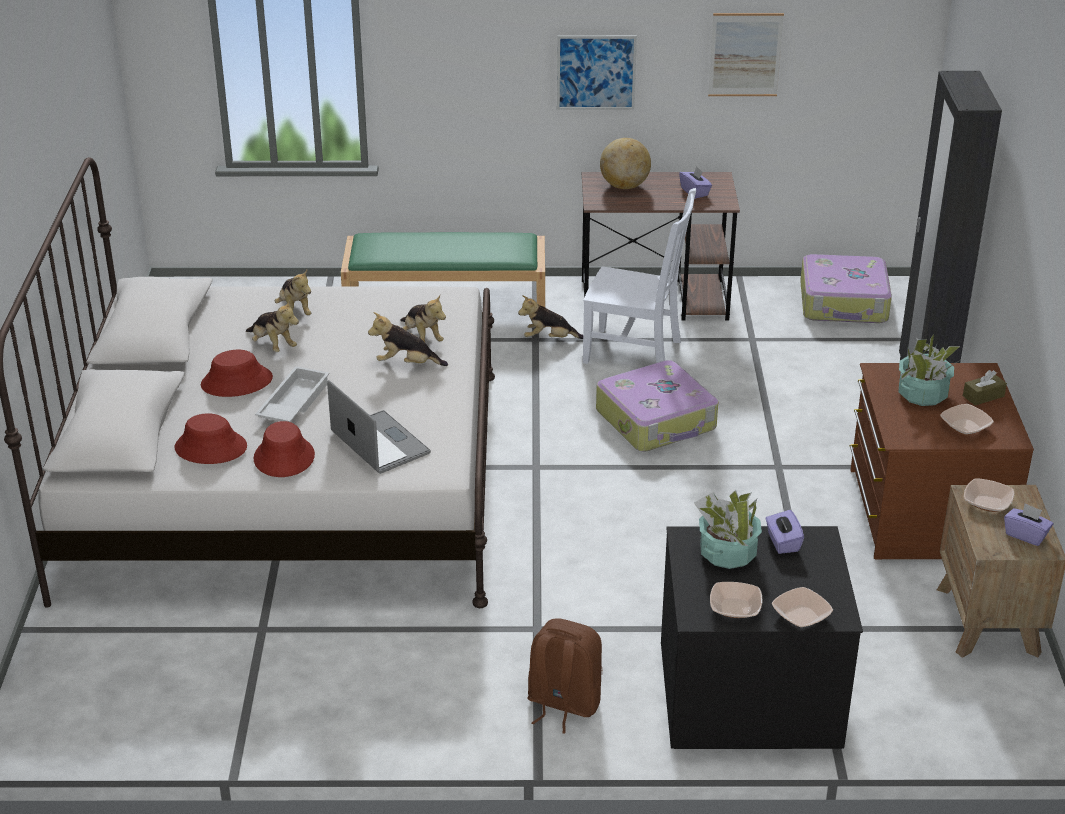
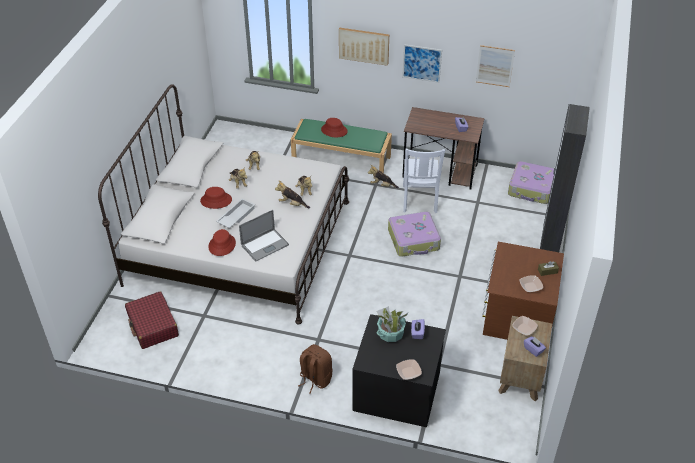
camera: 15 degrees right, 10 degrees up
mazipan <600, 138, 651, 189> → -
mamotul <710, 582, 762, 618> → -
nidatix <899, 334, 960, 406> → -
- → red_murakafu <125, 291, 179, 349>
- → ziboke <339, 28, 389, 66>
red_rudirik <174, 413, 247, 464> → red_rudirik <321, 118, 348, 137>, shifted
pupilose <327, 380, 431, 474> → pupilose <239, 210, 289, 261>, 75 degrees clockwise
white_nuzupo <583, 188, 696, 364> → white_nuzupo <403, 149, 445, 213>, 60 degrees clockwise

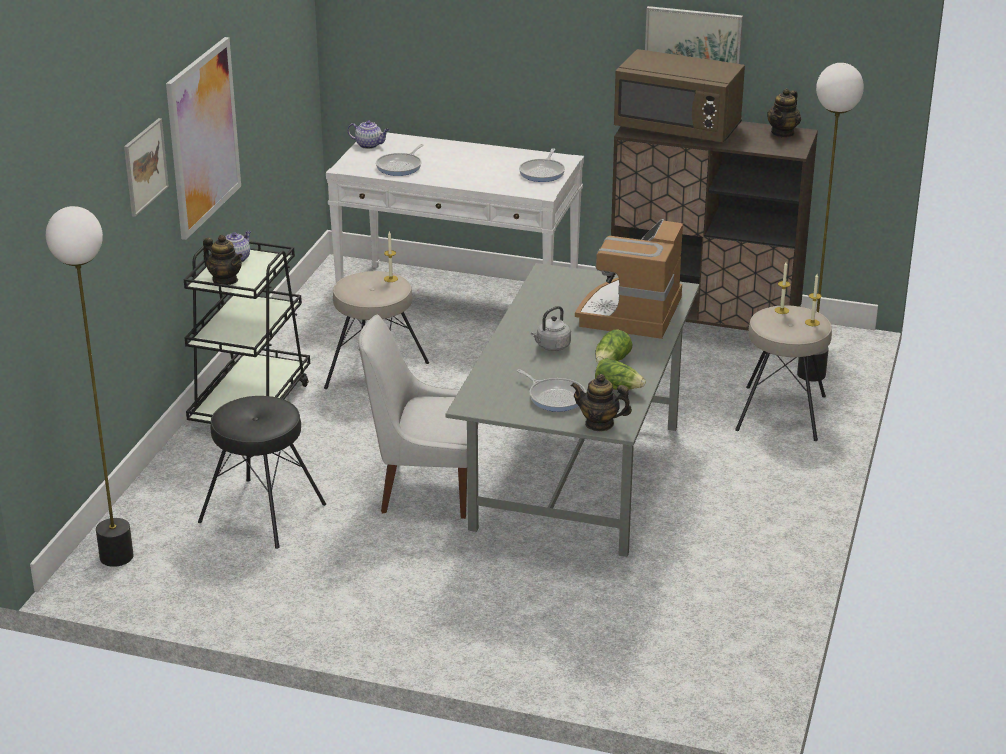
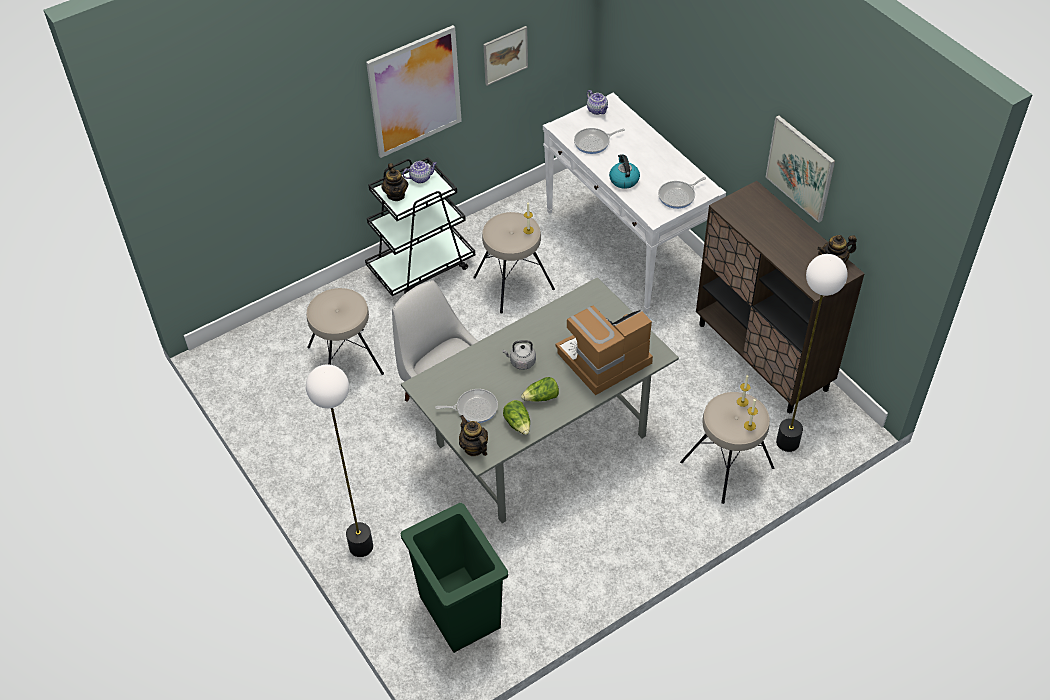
camera: 40 degrees right, 20 degrees up
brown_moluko <614, 49, 745, 142> → -
- → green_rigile <401, 503, 508, 653>
- → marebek <609, 154, 640, 189>
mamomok <46, 206, 134, 567> → mamomok <306, 364, 373, 557>, shifted
ziboke <124, 118, 169, 217> → ziboke <483, 26, 528, 86>, shifted
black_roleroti <198, 396, 326, 549> → beige_roleroti <306, 288, 384, 375>
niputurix <517, 369, 586, 412> → niputurix <435, 389, 498, 423>, 90 degrees counterclockwise

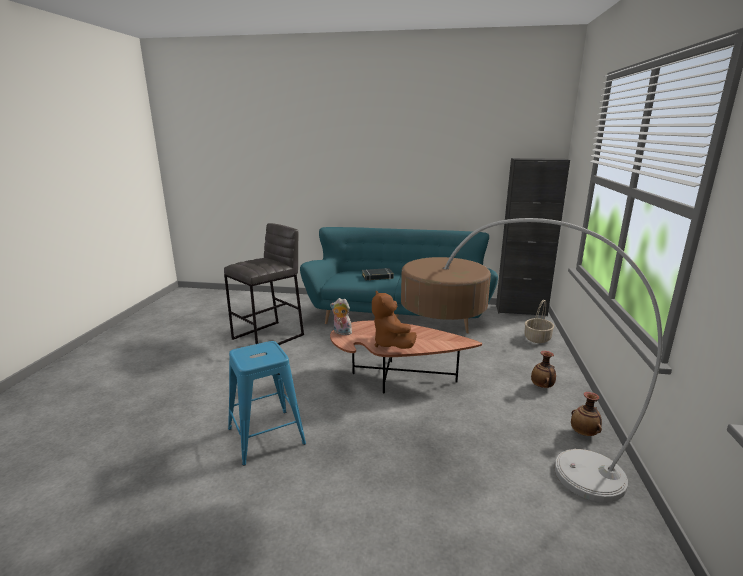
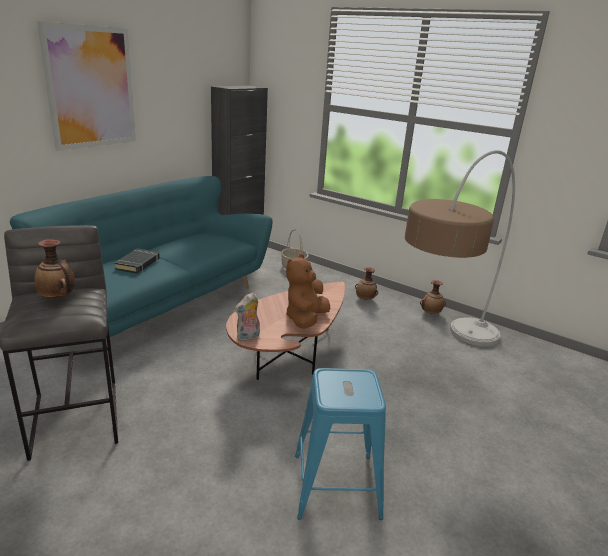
camera: 65 degrees left, 5 degrees up
- → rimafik <34, 239, 75, 299>
- → ziboke <37, 21, 136, 151>
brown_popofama <372, 290, 417, 349> → brown_popofama <286, 254, 330, 329>, 105 degrees clockwise

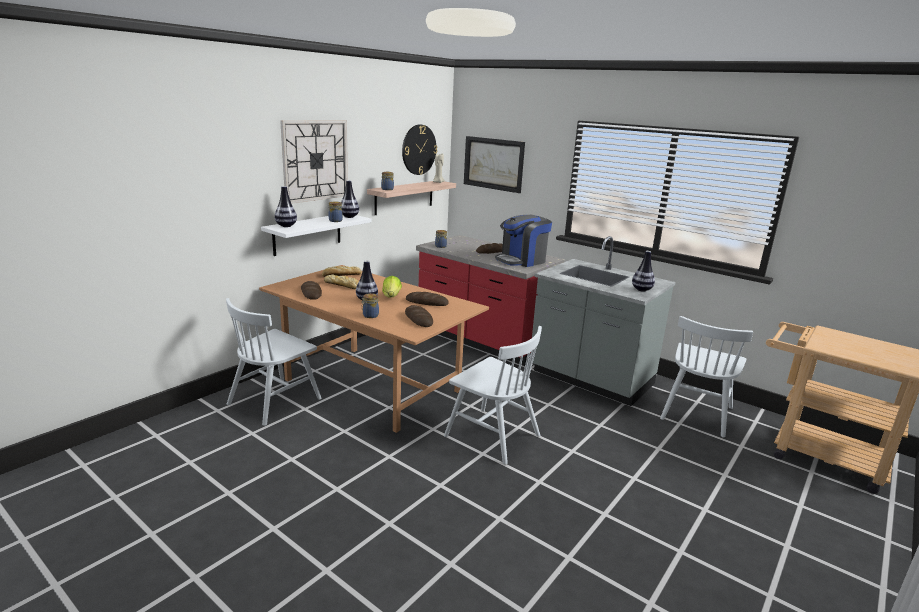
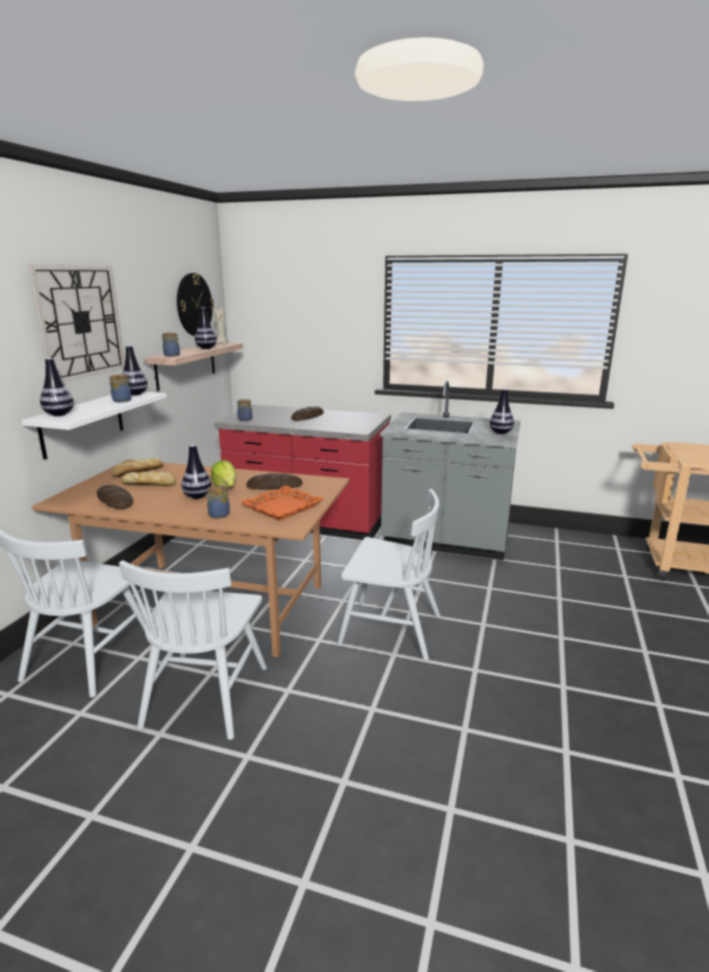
camera: 20 degrees left, 0 degrees up
ziboke <464, 136, 525, 193> → -
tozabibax <495, 215, 552, 267> → -
- → rimafik <195, 307, 217, 349>
white_nuzupo <660, 316, 753, 438> → white_nuzupo <119, 560, 267, 740>, shifted
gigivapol <405, 305, 433, 327> → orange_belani <241, 486, 324, 520>

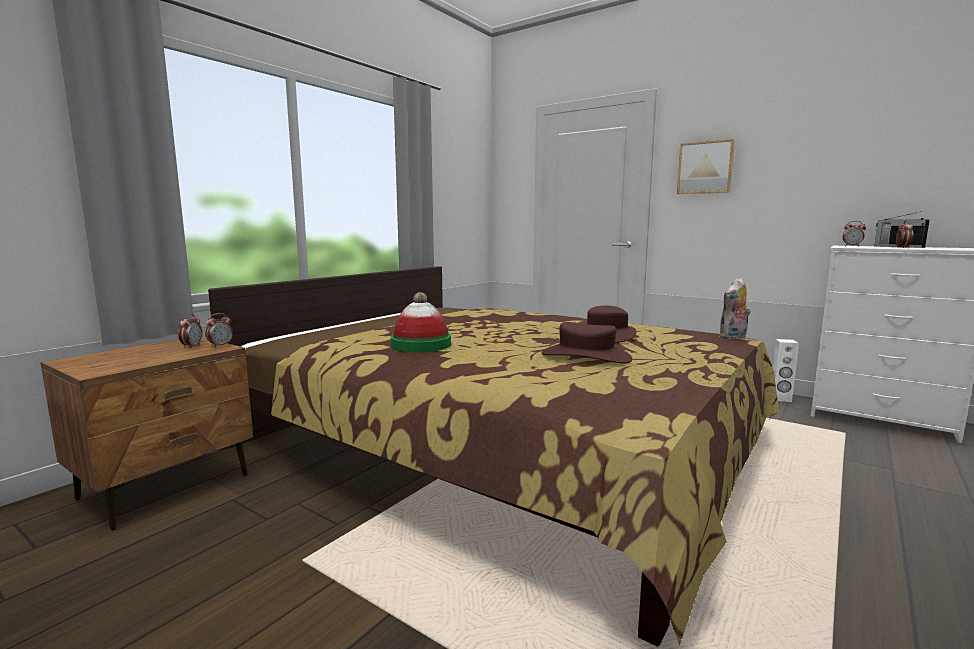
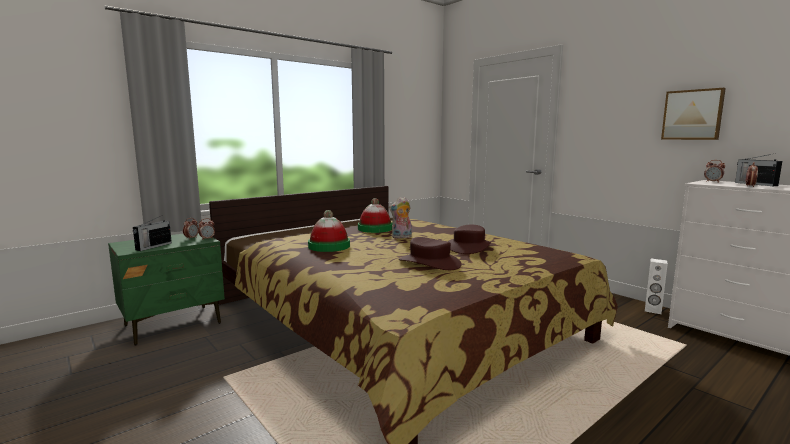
camera: 15 degrees right, 0 degrees up
- → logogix <133, 216, 172, 251>
- → rudirik <358, 198, 392, 233>
ziboke <677, 139, 735, 194> → ziboke <661, 88, 726, 140>, shifted
popofama <718, 278, 751, 340> → popofama <389, 197, 412, 239>, shifted
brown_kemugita <40, 337, 253, 530> → green_kemugita <108, 233, 225, 346>

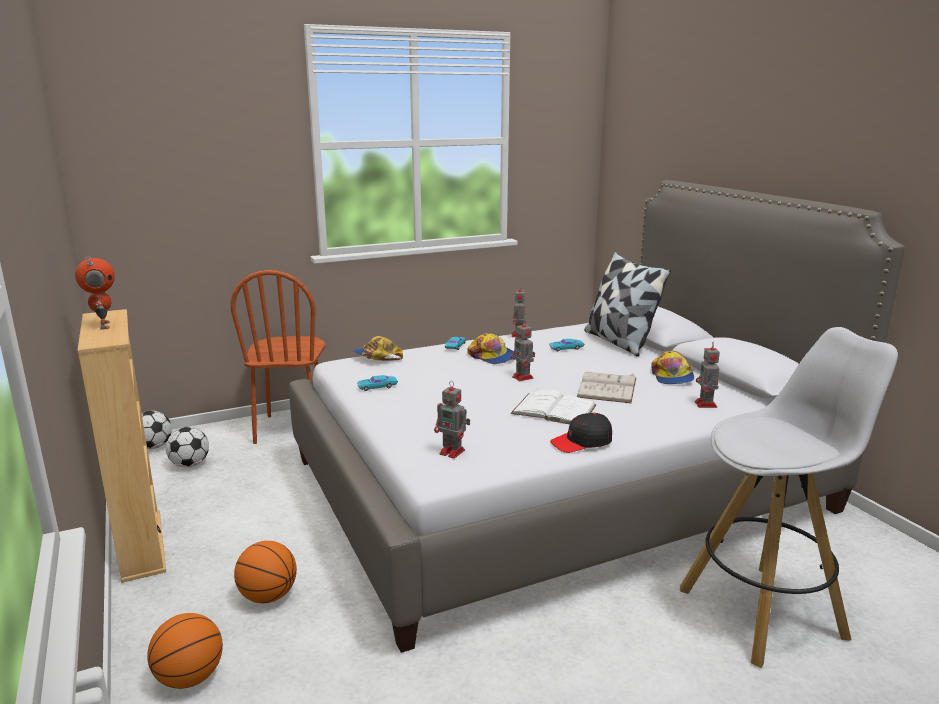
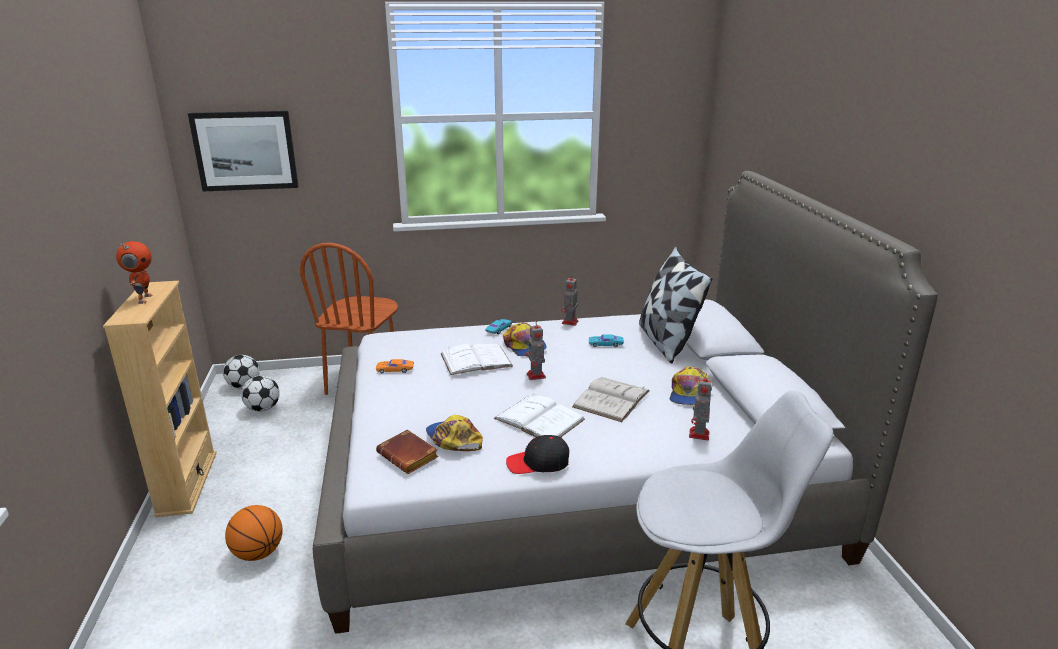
camera: 15 degrees right, 5 degrees up
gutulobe <147, 613, 223, 689> → -
- → ziboke <188, 111, 299, 191>
- → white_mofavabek <441, 344, 513, 375>
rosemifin <353, 336, 403, 361> → rosemifin <426, 415, 483, 451>, shifted
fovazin <434, 381, 470, 458> → brown_mofavabek <376, 430, 439, 474>
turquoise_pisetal <357, 375, 398, 391> → orange_pisetal <376, 359, 414, 373>

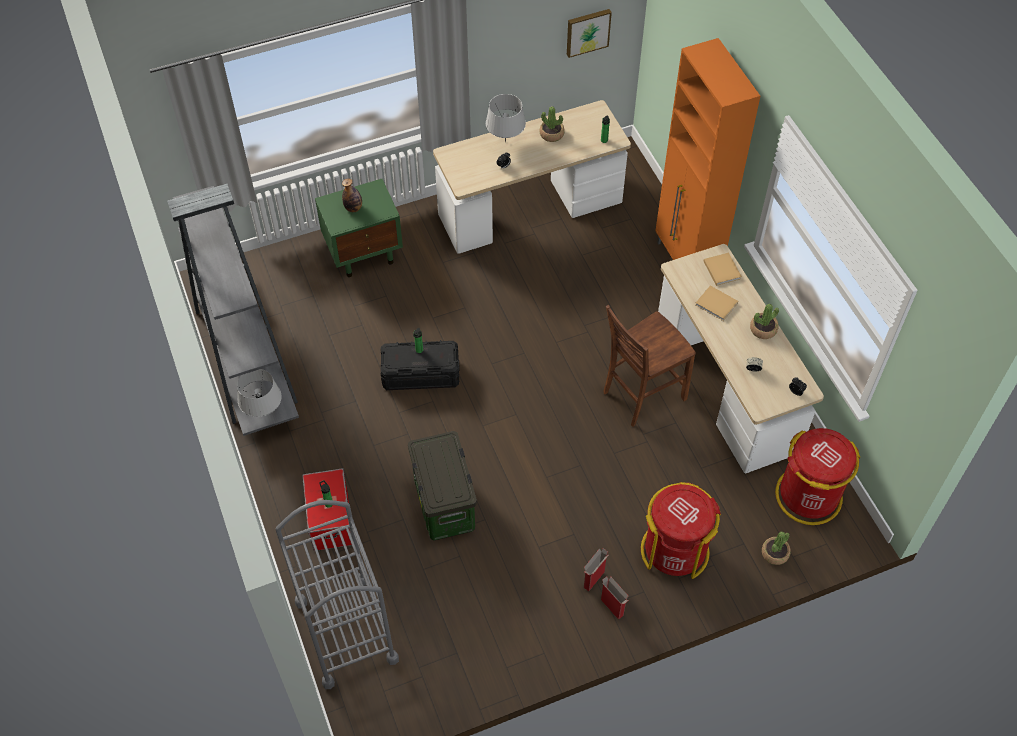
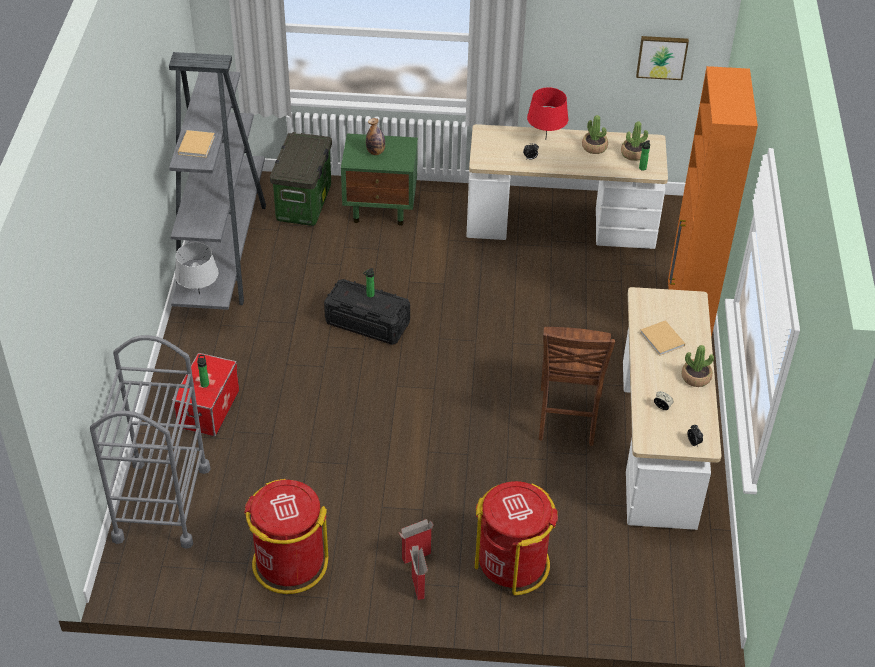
camera: 25 degrees right, 10 degrees down
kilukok <408, 431, 477, 541> → kilukok <270, 132, 332, 226>, shifted
beige_mofavabek <703, 253, 742, 286> → beige_mofavabek <178, 130, 215, 158>, shifted
nidatix <762, 532, 790, 565> → nidatix <621, 121, 648, 161>, shifted
red_rigile <775, 428, 860, 525> → red_rigile <244, 479, 328, 594>, shifted
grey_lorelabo <486, 94, 526, 142> → red_lorelabo <527, 87, 568, 136>
brown_nuzupo <603, 305, 696, 427> → brown_nuzupo <539, 327, 615, 446>, 75 degrees counterclockwise

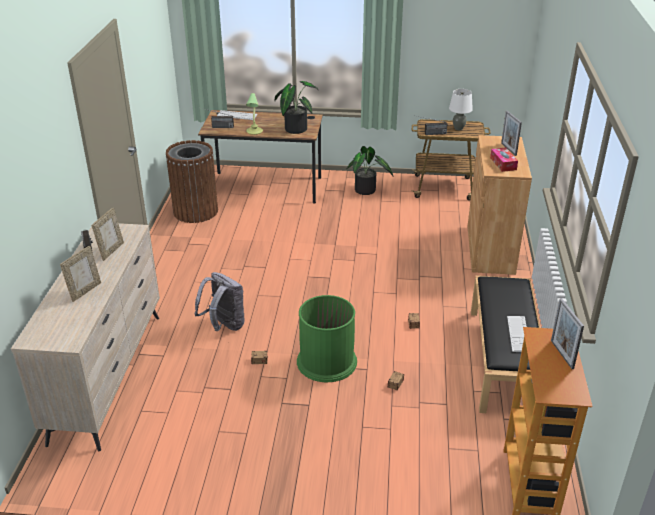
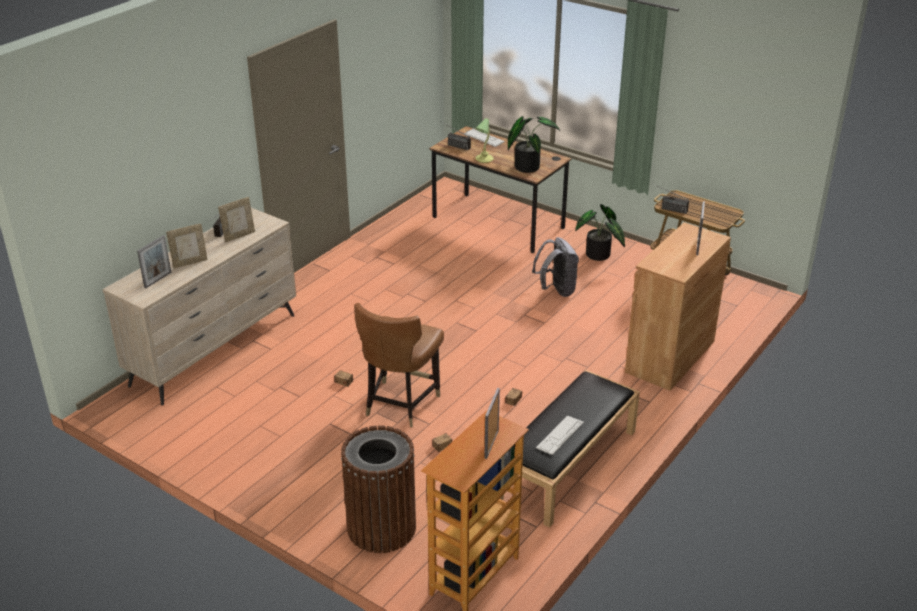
camera: 30 degrees right, 0 degrees up
white_lorelabo <449, 89, 473, 130> → -
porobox <490, 148, 518, 172> → -
- → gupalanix <137, 235, 171, 289>
brown_rigile <166, 140, 218, 223> → brown_rigile <341, 425, 416, 553>, shifted
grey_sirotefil <194, 272, 244, 331> → grey_sirotefil <532, 237, 579, 297>, shifted
green_rigile <297, 295, 357, 382> → brown_nuzupo <354, 303, 444, 427>

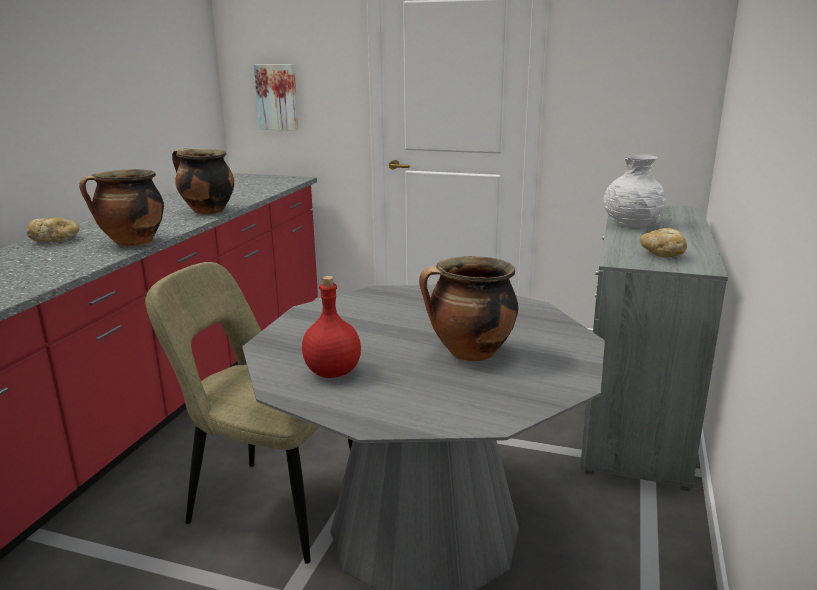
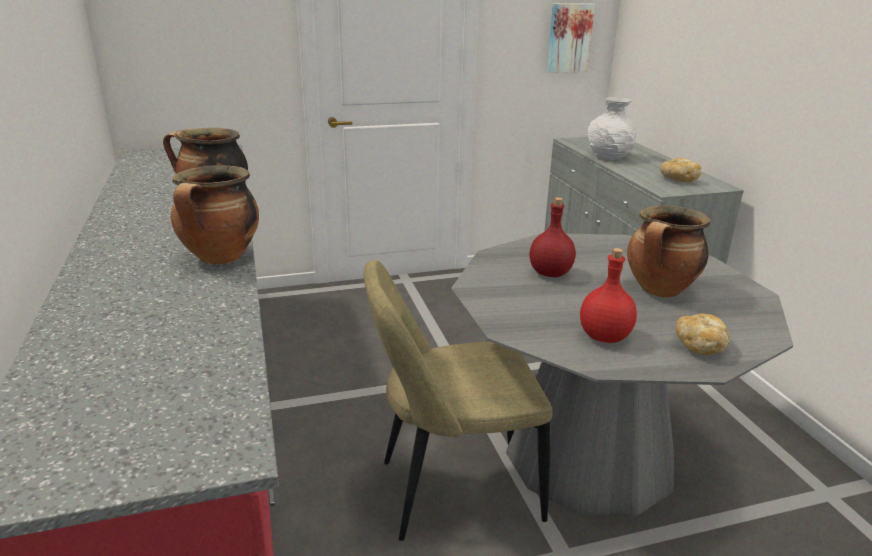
camera: 35 degrees left, 5 degrees up
- → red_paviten <529, 197, 576, 277>
gigivapol <26, 218, 79, 242> → gigivapol <676, 313, 731, 355>, shifted
ziboke <254, 65, 299, 131> → ziboke <547, 3, 595, 73>, shifted

